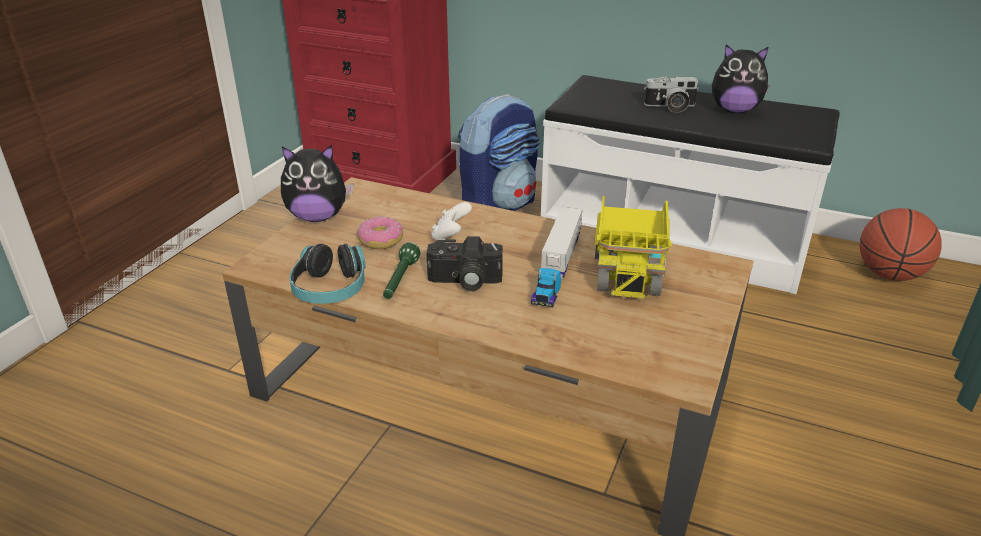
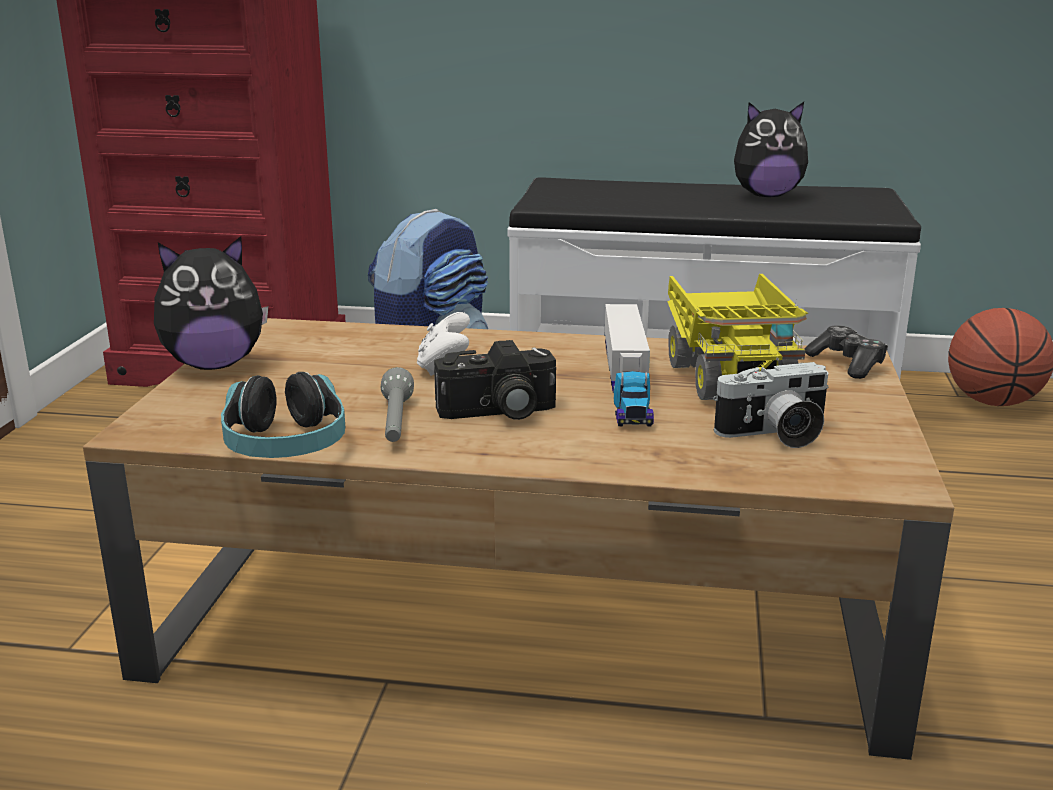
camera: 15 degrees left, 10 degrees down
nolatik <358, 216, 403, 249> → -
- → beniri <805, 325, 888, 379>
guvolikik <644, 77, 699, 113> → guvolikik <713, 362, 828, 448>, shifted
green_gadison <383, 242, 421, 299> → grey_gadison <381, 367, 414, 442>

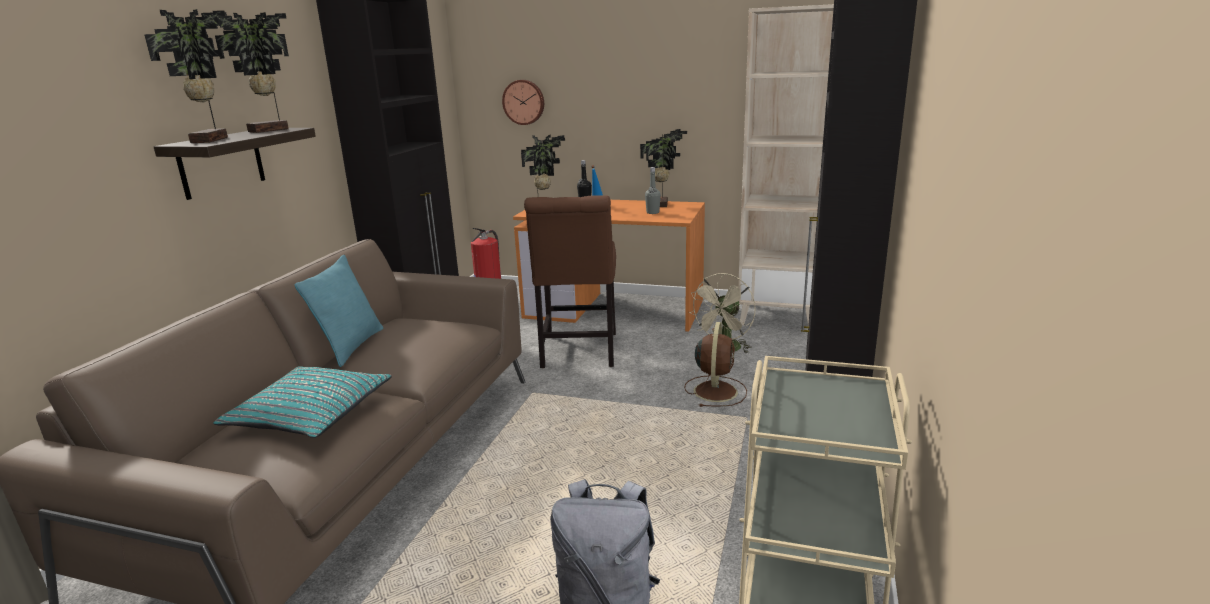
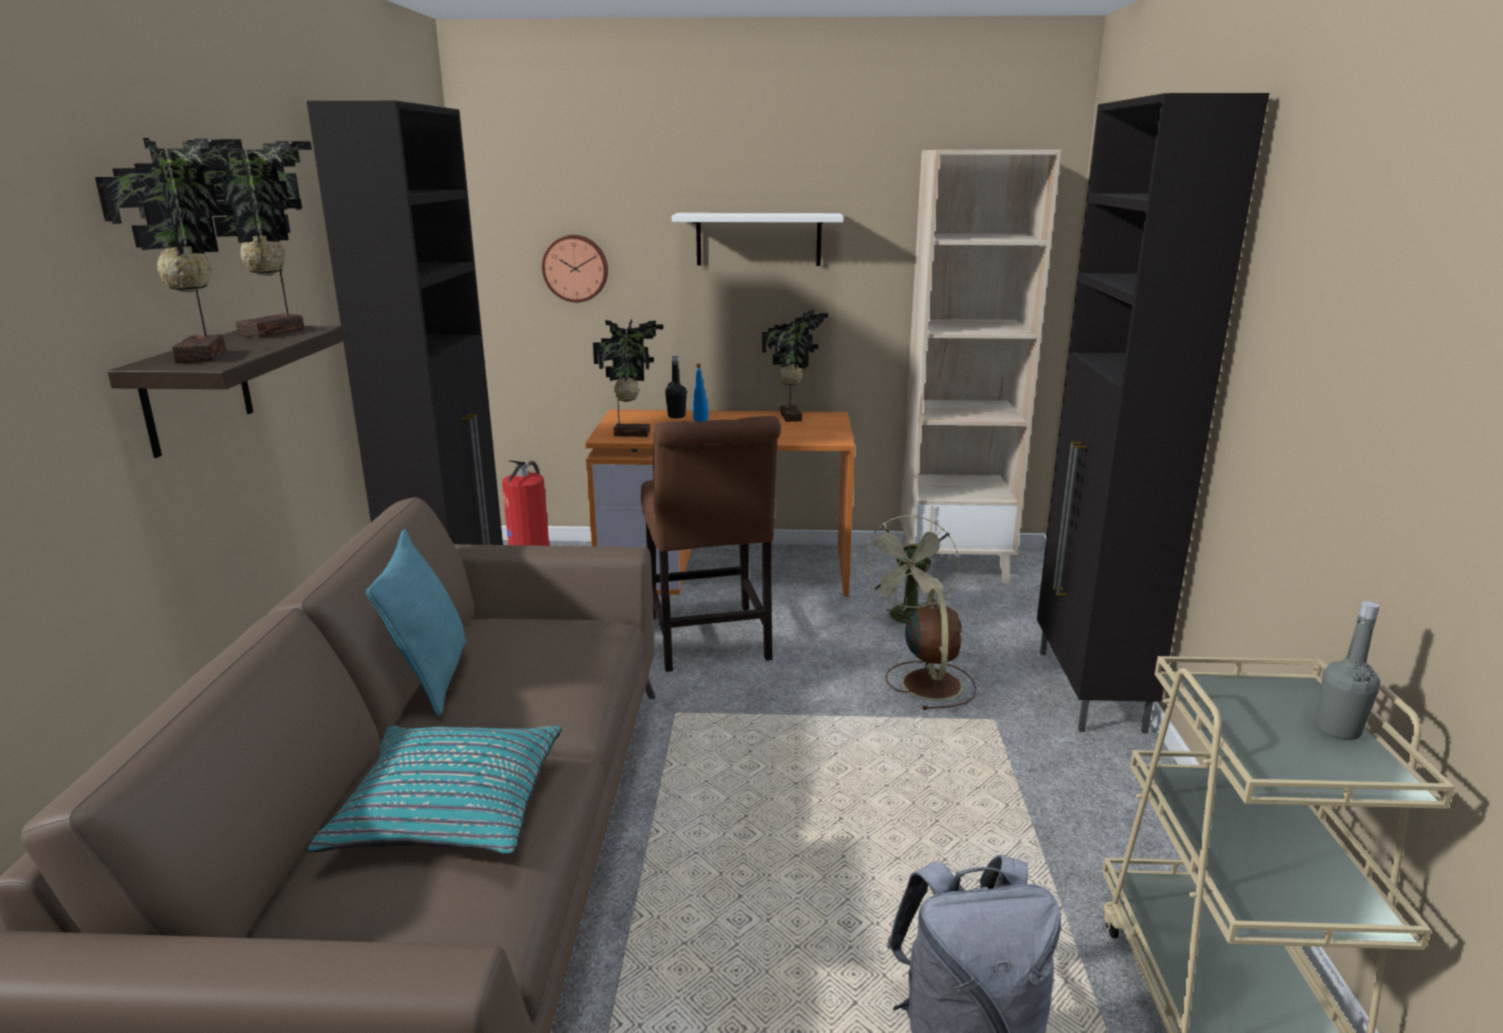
camera: 15 degrees left, 0 degrees up
- → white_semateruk <672, 213, 843, 266>
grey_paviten <645, 167, 661, 214> → grey_paviten <1316, 601, 1381, 740>, shifted

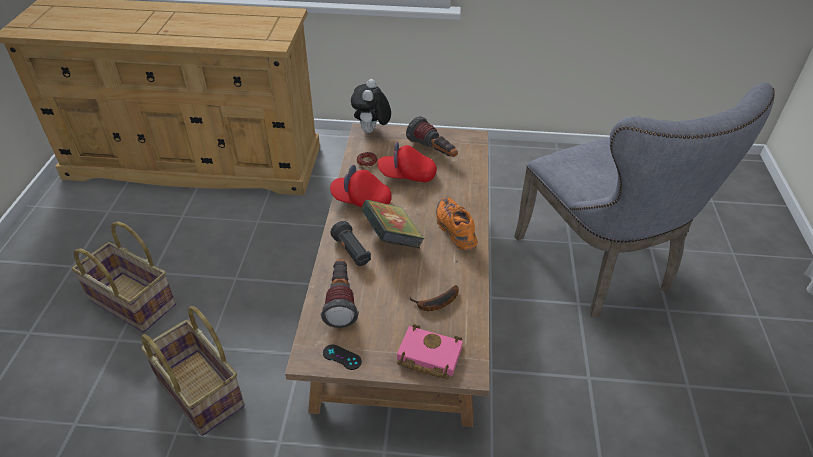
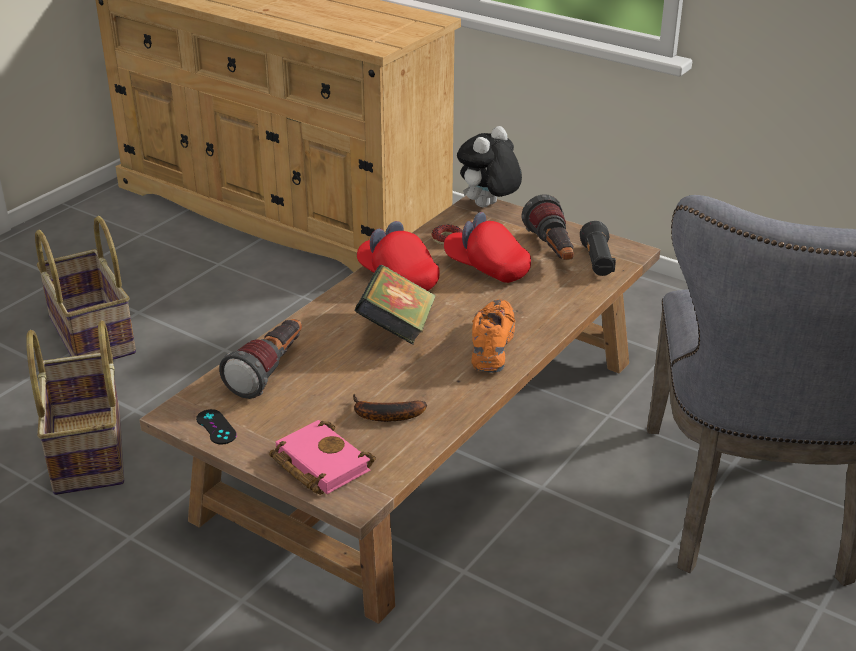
camera: 30 degrees right, 10 degrees down
black_gadison <331, 221, 371, 266> → black_gadison <580, 221, 616, 276>, shifted

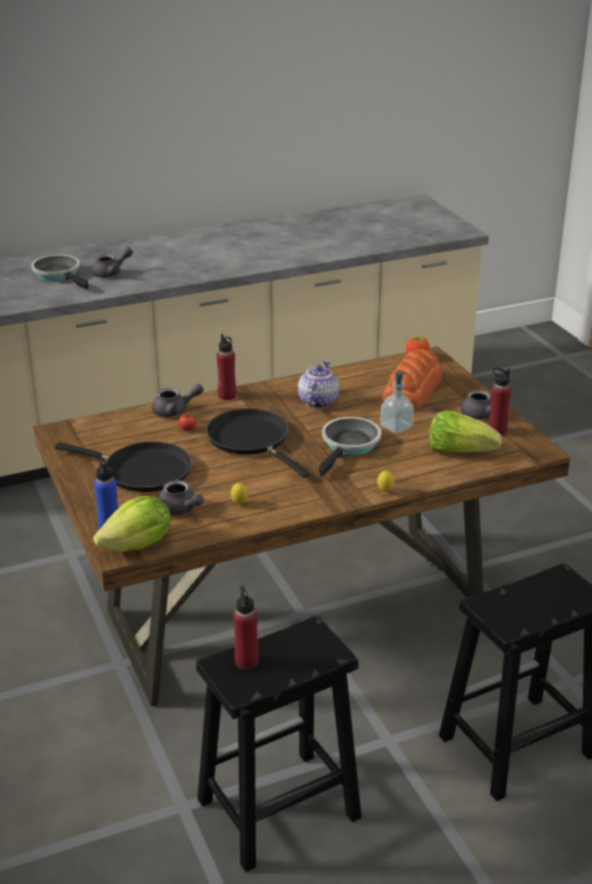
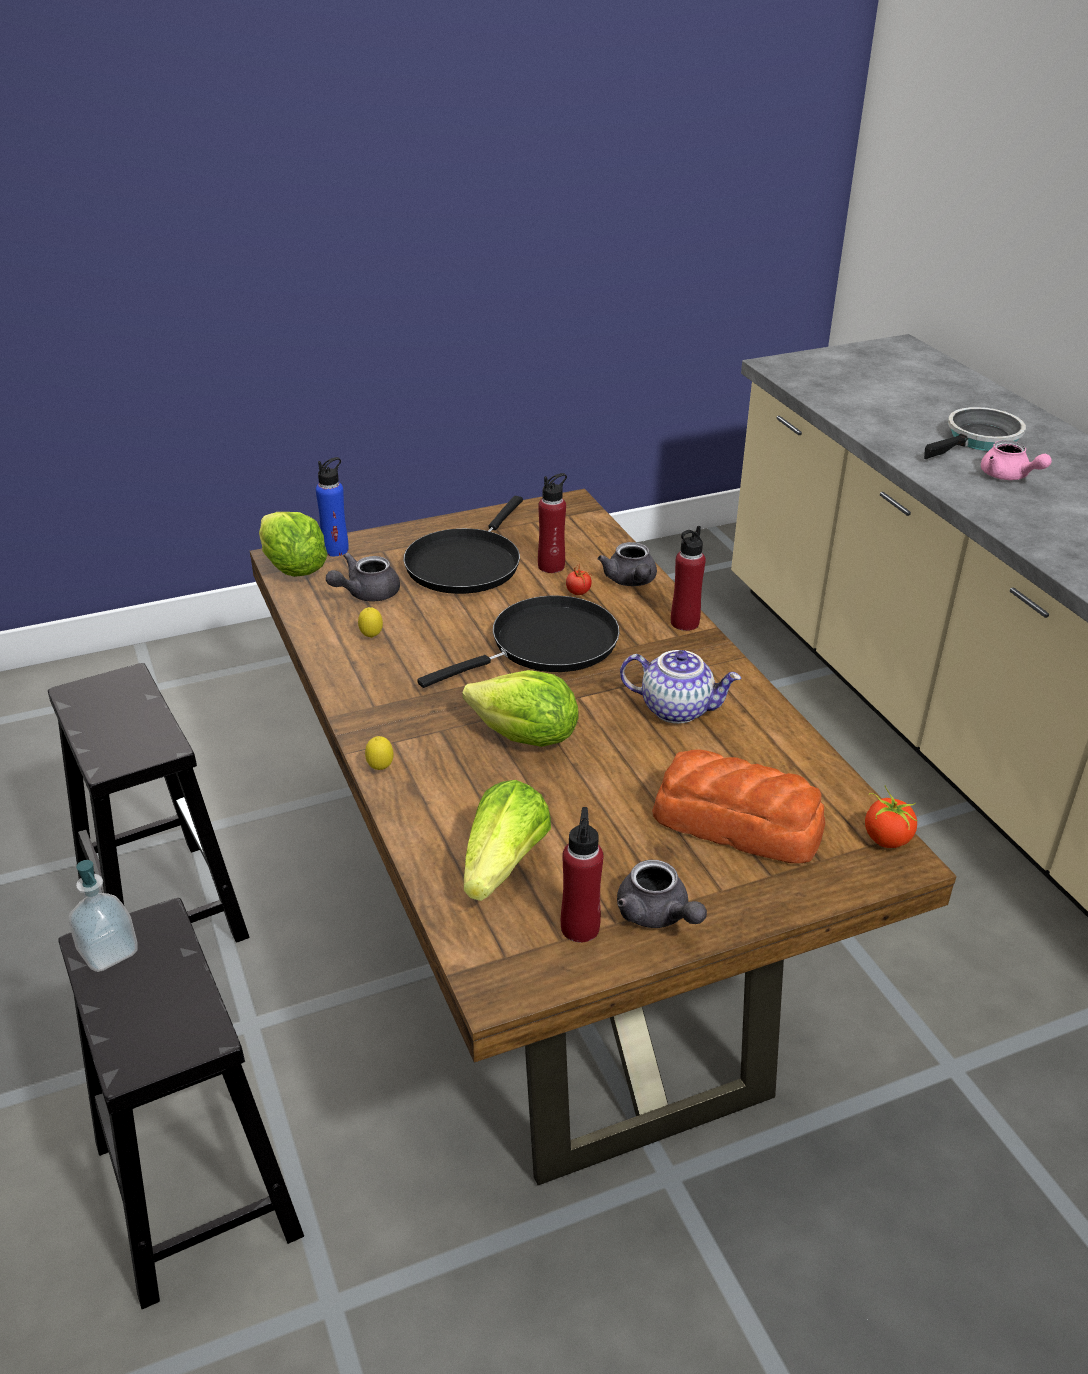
camera: 90 degrees right, 5 degrees up
red_paviten <233, 586, 259, 670> → red_paviten <538, 473, 567, 573>, shifted
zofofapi <380, 371, 414, 434> → zofofapi <68, 860, 138, 972>, shifted
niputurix <319, 417, 381, 477> → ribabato <462, 670, 579, 747>
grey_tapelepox <92, 247, 133, 278> → pink_tapelepox <981, 440, 1052, 480>

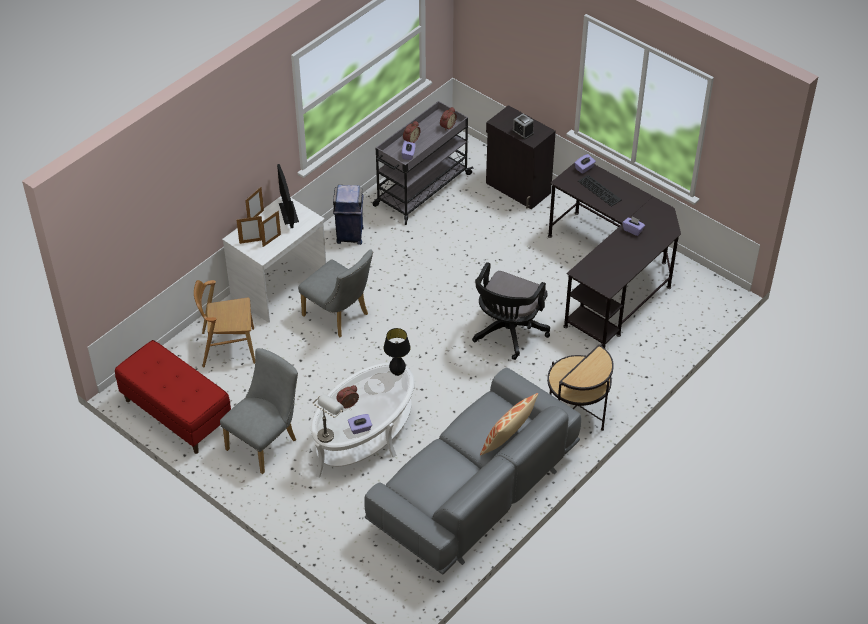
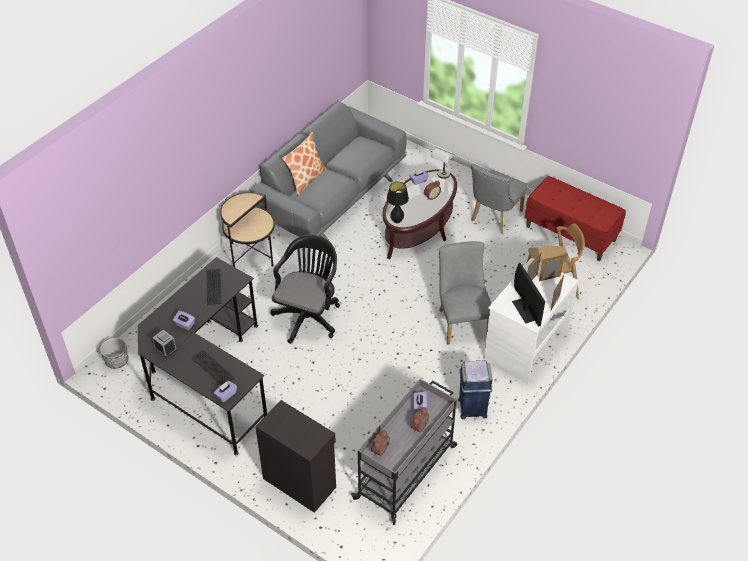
camera: 175 degrees right, 0 degrees up
- → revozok <100, 338, 128, 369>
- → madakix <206, 269, 222, 305>
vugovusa <512, 114, 534, 139> → vugovusa <152, 330, 177, 357>, shifted
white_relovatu <311, 363, 414, 478> → brown_relovatu <382, 170, 457, 259>
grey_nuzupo <298, 250, 373, 338> → grey_nuzupo <439, 241, 491, 344>, 45 degrees clockwise

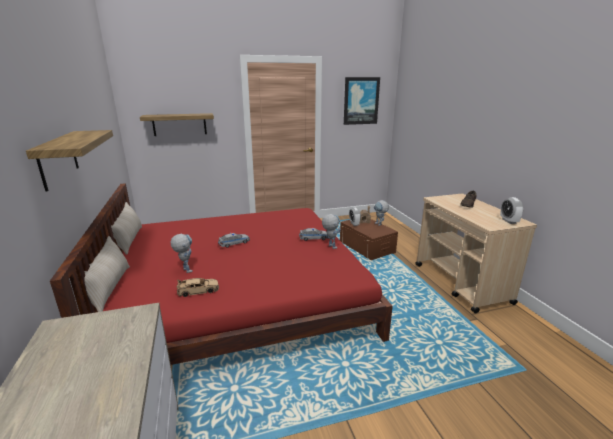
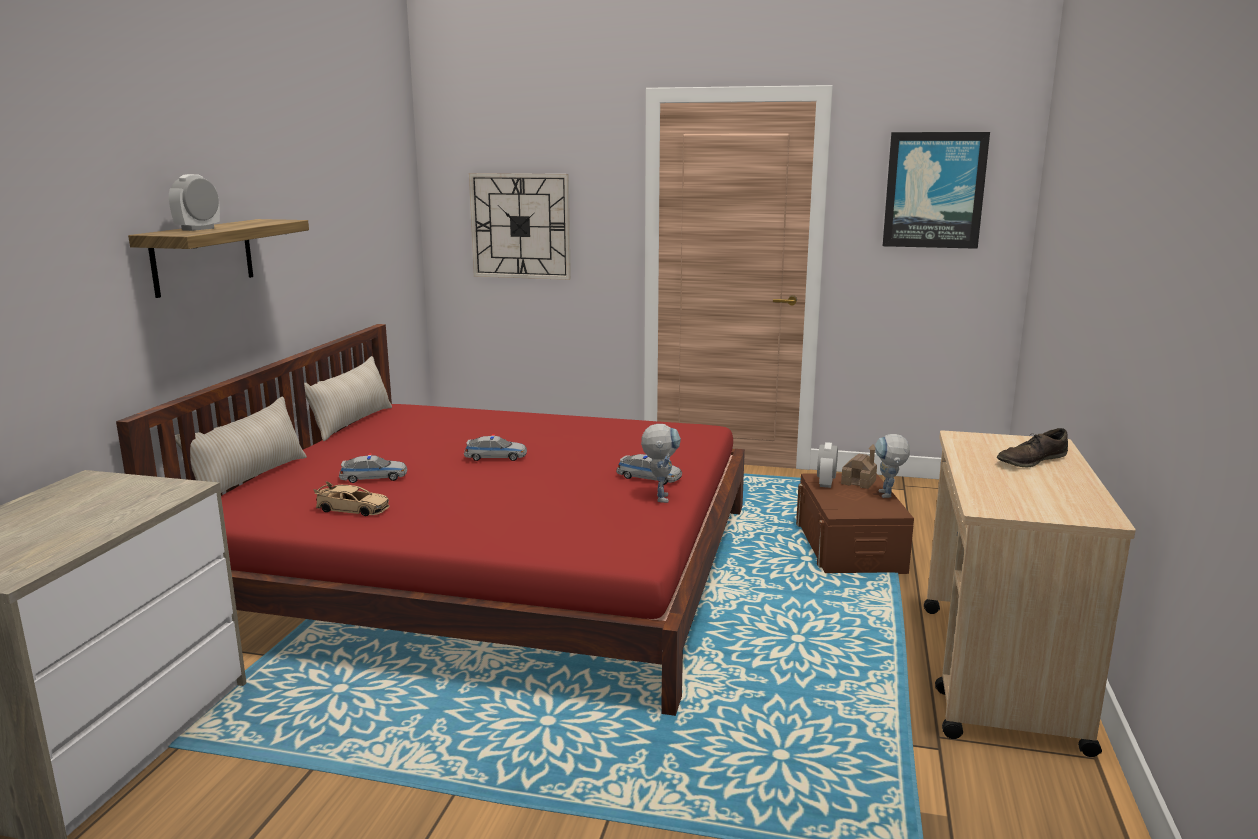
camera: 30 degrees right, 5 degrees down
vugovusa <500, 197, 524, 224> → vugovusa <169, 174, 220, 231>, shifted
semateruk <140, 113, 214, 136> → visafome <469, 173, 571, 280>
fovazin <170, 234, 193, 273> → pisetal <339, 453, 407, 483>

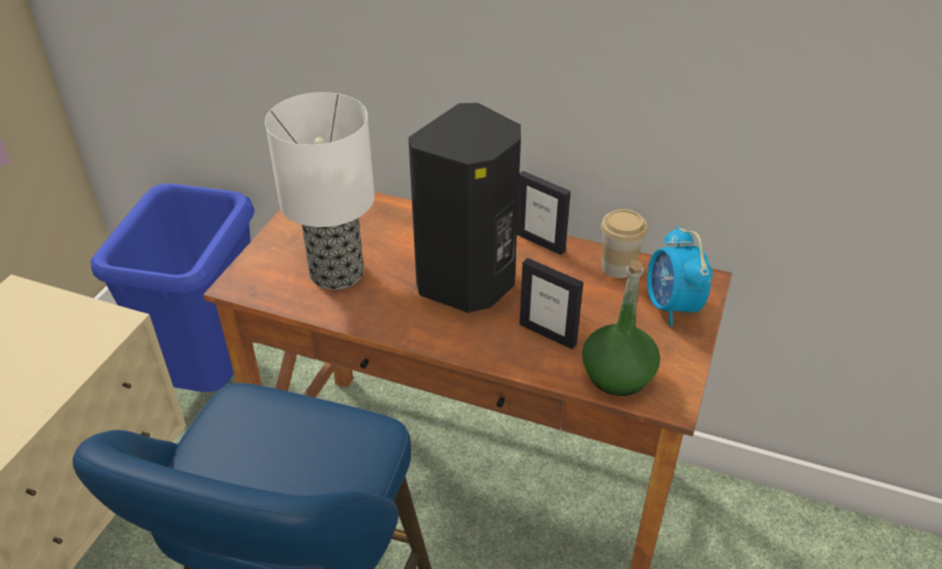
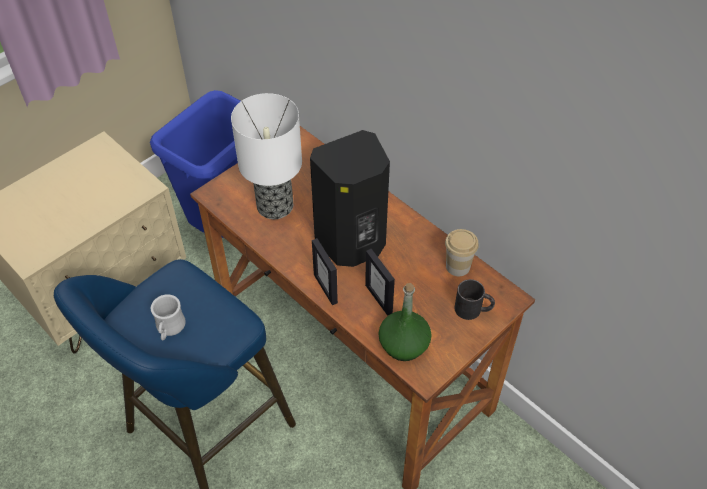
camera: 25 degrees right, 10 degrees up
- → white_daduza <151, 295, 186, 340>
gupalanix <517, 171, 571, 255> → gupalanix <312, 238, 338, 305>, shifted
vugovusa <647, 226, 713, 326> → black_daduza <454, 279, 495, 320>

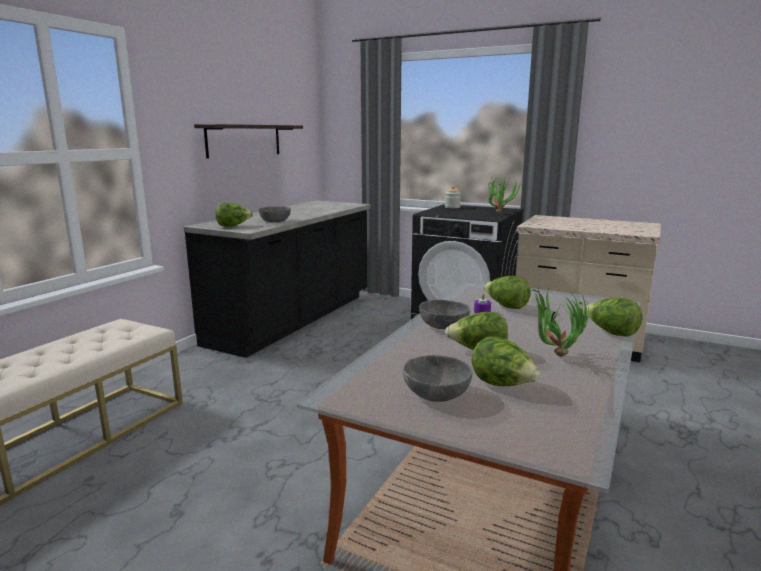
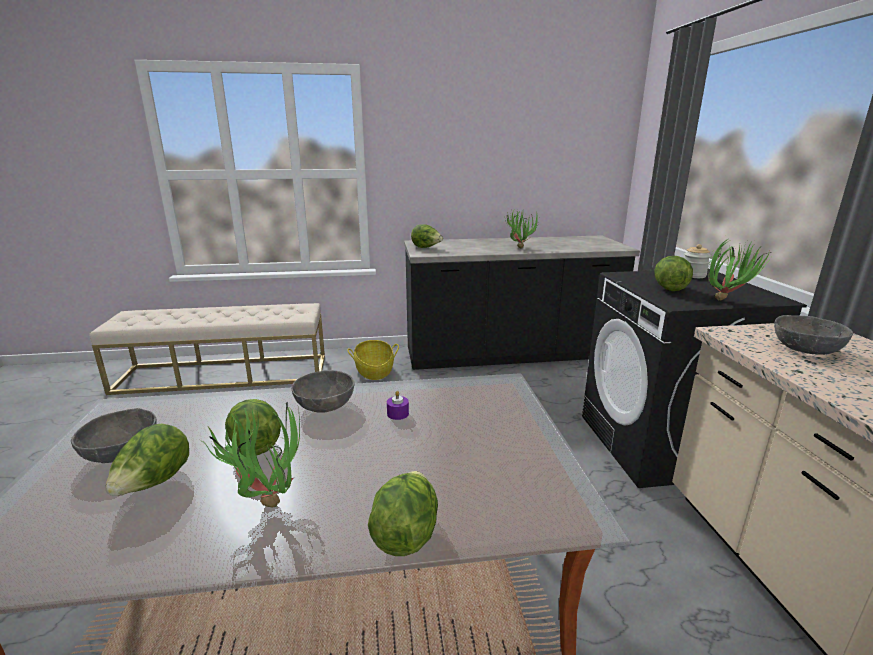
camera: 55 degrees right, 5 degrees up
semateruk <194, 124, 303, 159> → -
- → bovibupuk <347, 340, 399, 380>
- → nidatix <504, 208, 539, 248>
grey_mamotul <259, 206, 291, 222> → grey_mamotul <774, 315, 853, 355>, shifted
ribabato <484, 276, 531, 309> → ribabato <654, 256, 693, 291>, shifted

